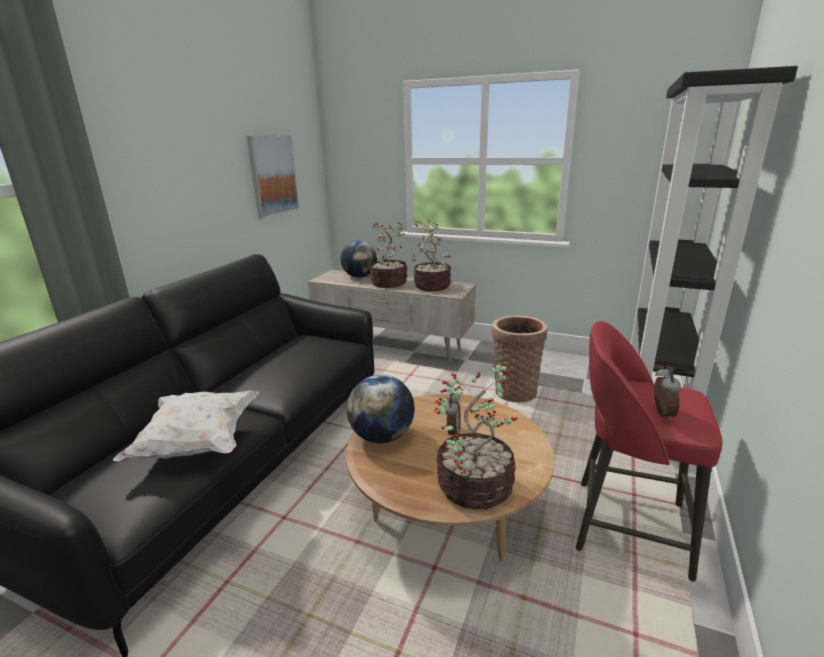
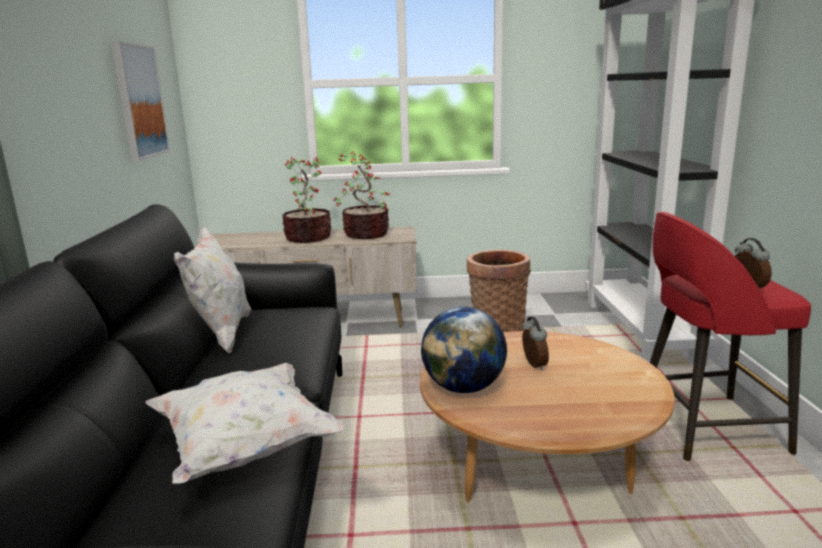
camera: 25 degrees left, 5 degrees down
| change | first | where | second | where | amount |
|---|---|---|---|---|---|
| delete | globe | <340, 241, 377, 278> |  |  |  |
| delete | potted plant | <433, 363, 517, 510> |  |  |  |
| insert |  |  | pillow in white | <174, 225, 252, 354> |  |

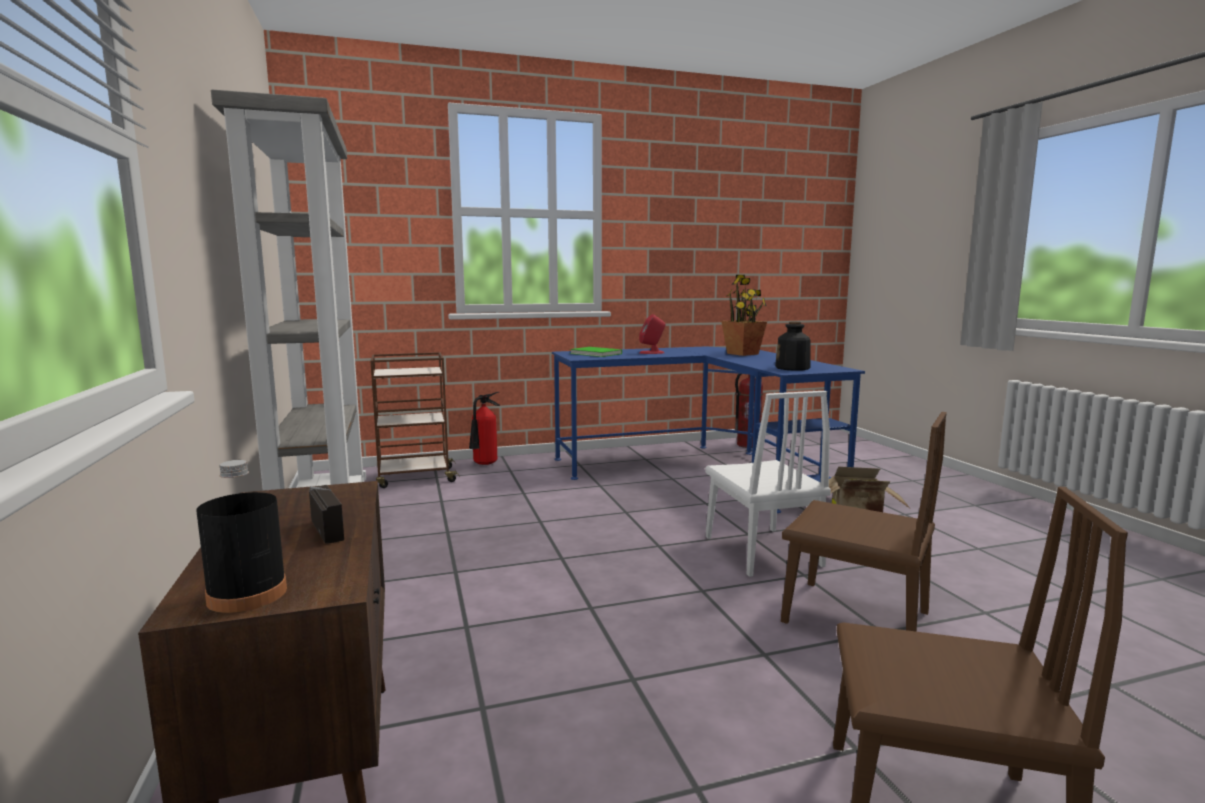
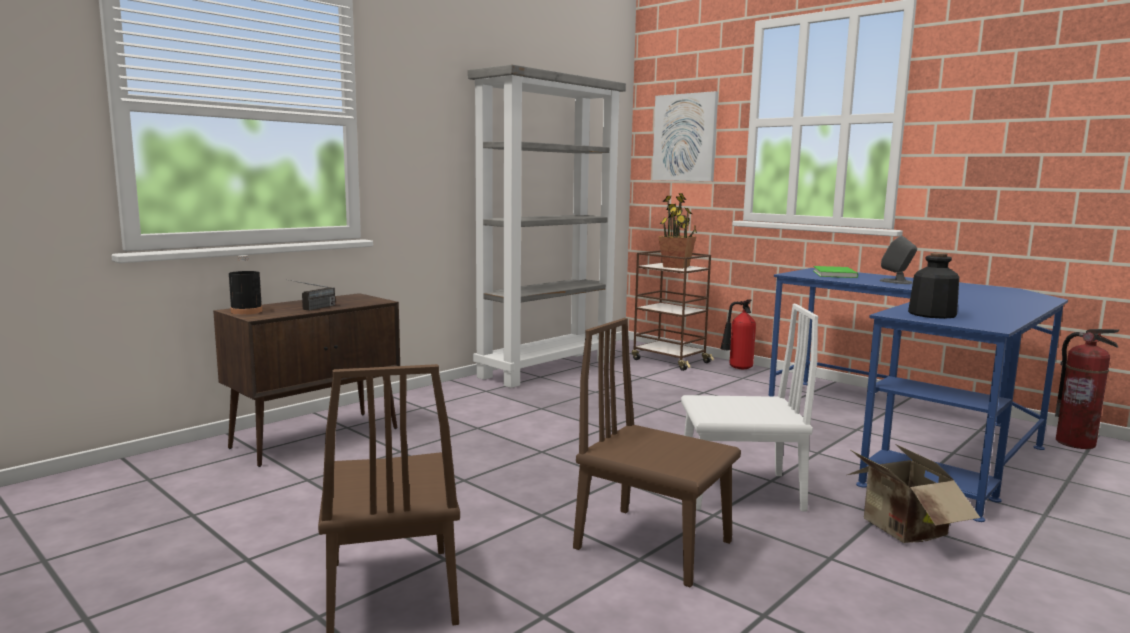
camera: 60 degrees right, 0 degrees up
| change | first | where | second | where | amount |
|---|---|---|---|---|---|
| insert |  |  | picture | <652, 91, 718, 181> |  |
| move | potted plant | <721, 275, 767, 356> |  | <659, 193, 697, 269> |  |
| recolor | speaker in red | <639, 314, 665, 354> | speaker in grey | <880, 236, 917, 284> |  |
| rotate | chair in white | <705, 391, 831, 577> |  | <681, 304, 819, 511> | 135 degrees counterclockwise |
| rotate | chair in brown | <781, 412, 947, 632> |  | <573, 318, 741, 587> | 120 degrees clockwise |

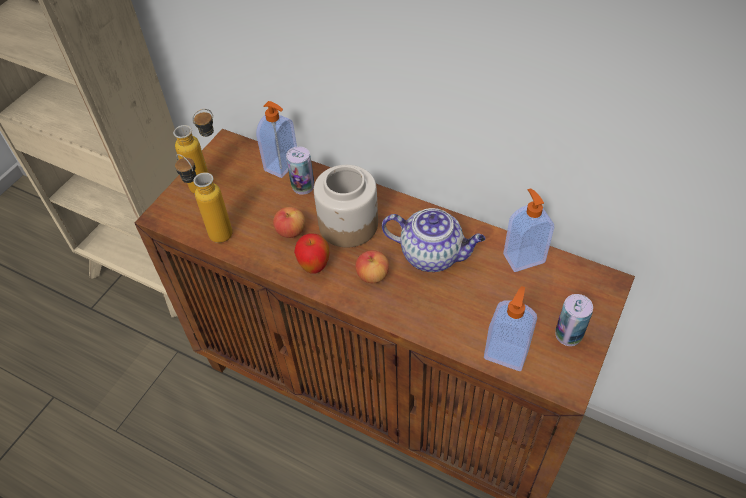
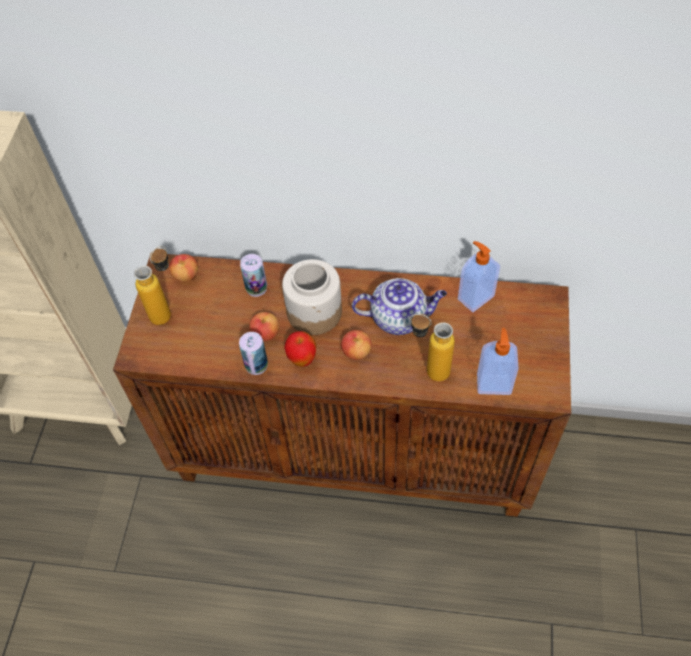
camera: 20 degrees left, 5 degrees up
| change | first | where | second | where | amount |
|---|---|---|---|---|---|
| delete | soap dispenser | <256, 101, 297, 178> |  |  |  |
| insert |  |  | apple | <169, 254, 198, 282> |  |
| move | bottle | <175, 154, 233, 243> |  | <410, 314, 455, 382> |  |
| move | can | <555, 294, 593, 346> |  | <239, 332, 268, 375> |  |

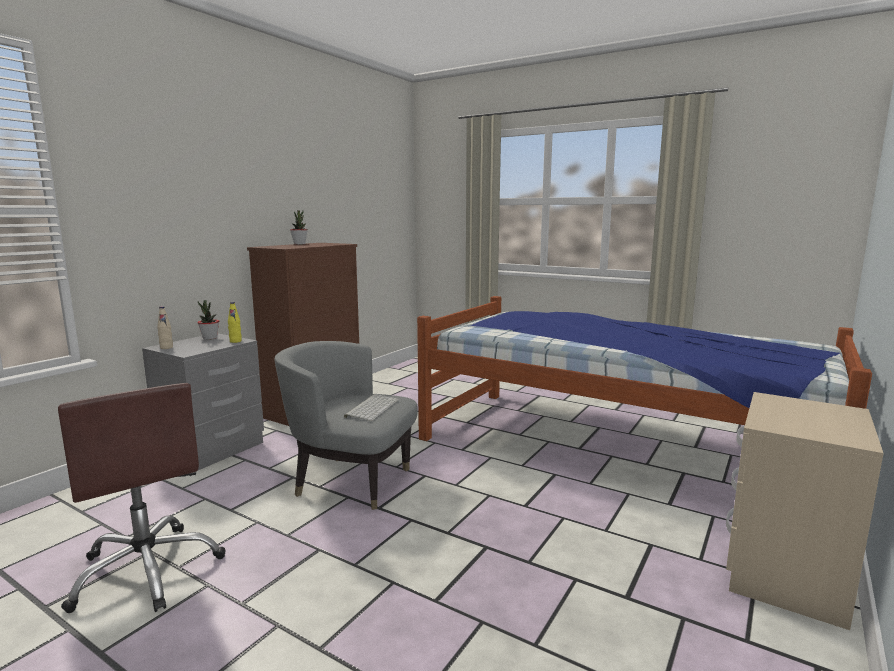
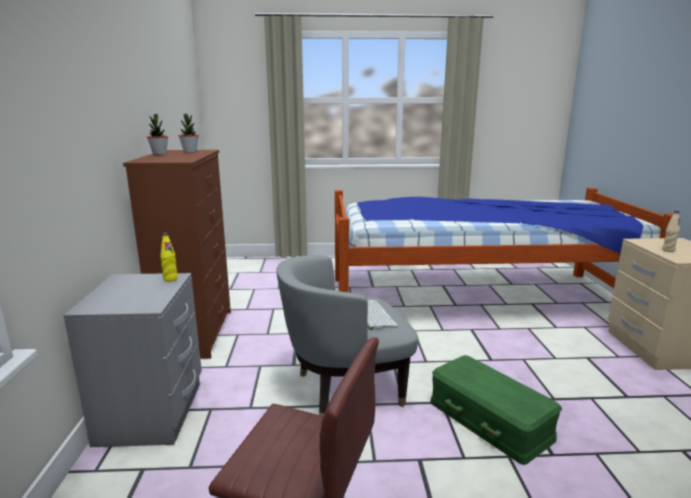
camera: 35 degrees left, 5 degrees up
| change | first | where | second | where | amount |
|---|---|---|---|---|---|
| insert |  |  | storage box in green | <430, 355, 562, 465> |  |
| move | bottle in beige | <157, 306, 173, 349> |  | <662, 211, 680, 252> |  |
| move | potted plant | <197, 300, 219, 340> |  | <178, 113, 199, 153> |  |

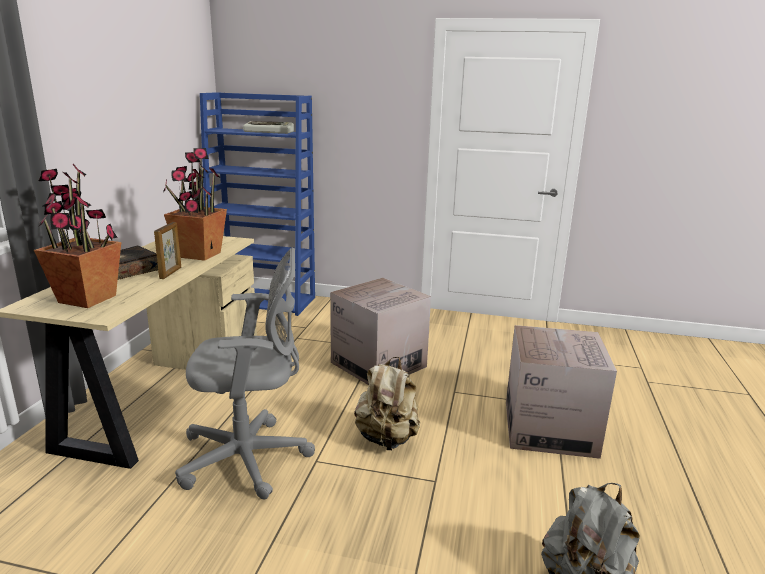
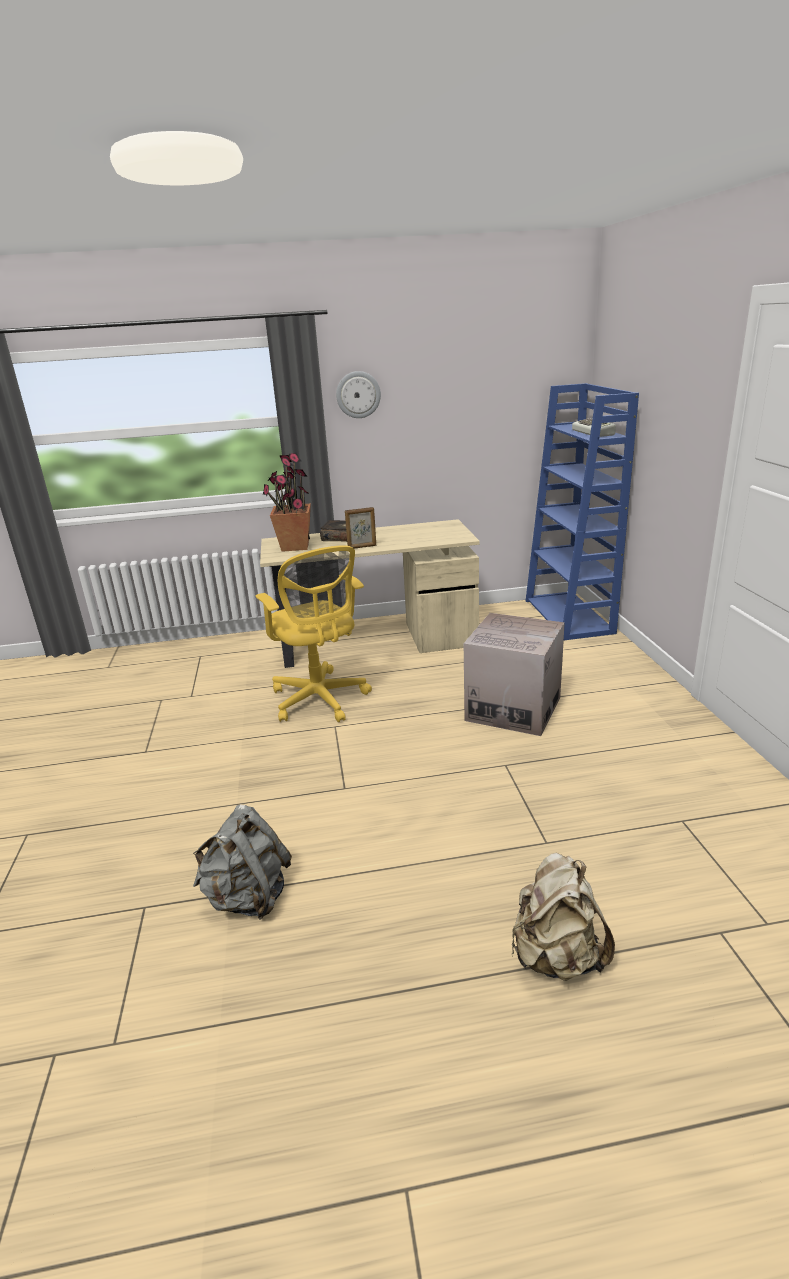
camera: 70 degrees right, 5 degrees up
| change | first | where | second | where | amount |
|---|---|---|---|---|---|
| delete | potted plant | <163, 148, 227, 261> |  |  |  |
| delete | cardboard box | <506, 325, 617, 459> |  |  |  |
| insert |  |  | wall clock | <336, 371, 381, 418> |  |
| move | backpack in beige | <354, 357, 420, 450> |  | <511, 853, 615, 981> |  |
| recolor | office chair in grey | <175, 248, 315, 499> | office chair in yellow | <255, 545, 372, 722> |  |

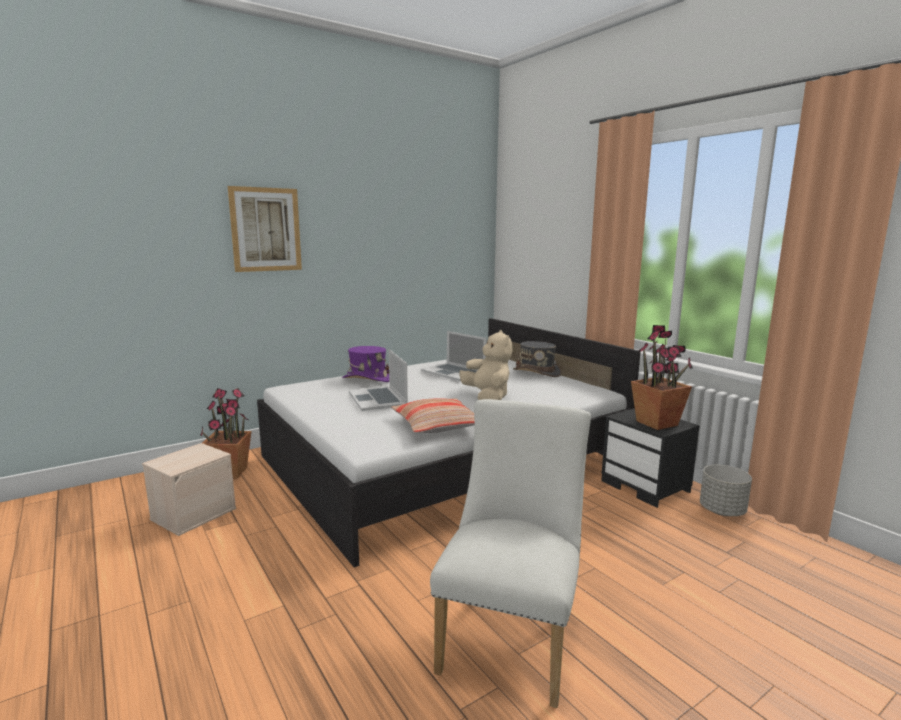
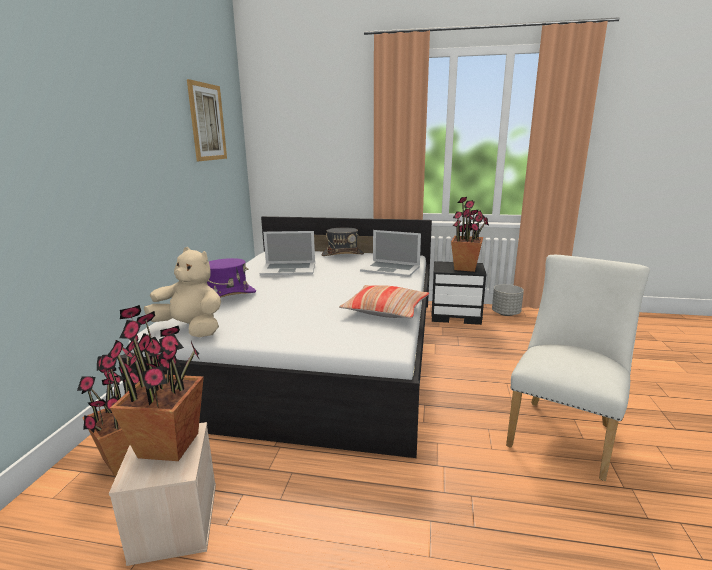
camera: 45 degrees left, 5 degrees up
| change | first | where | second | where | amount |
|---|---|---|---|---|---|
| insert |  |  | potted plant | <107, 305, 204, 461> |  |
| move | picture | <228, 186, 302, 272> |  | <187, 79, 227, 161> |  |
| move | laptop | <349, 349, 408, 411> |  | <360, 230, 421, 277> |  |
| move | plush toy in beige | <459, 330, 512, 400> |  | <144, 247, 221, 337> |  |
| rotate | chair in white | <430, 399, 591, 708> |  | <506, 255, 650, 481> | 60 degrees clockwise |

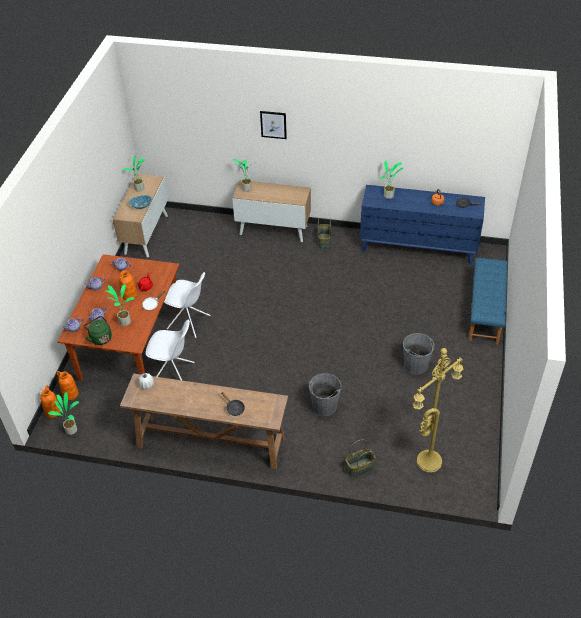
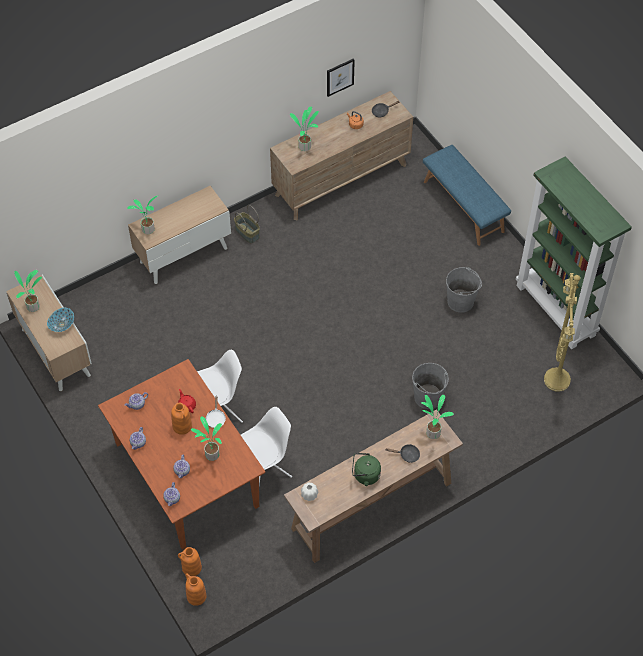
camera: 45 degrees left, 10 degrees up
| change | first | where | second | where | amount |
|---|---|---|---|---|---|
| delete | basket | <345, 439, 376, 477> |  |  |  |
| insert |  |  | bookcase in green | <516, 157, 632, 349> |  |
| move | potted plant | <48, 392, 79, 435> |  | <421, 395, 454, 439> |  |
| move | kettle in green | <84, 316, 112, 345> |  | <352, 453, 381, 486> |  |
| move | picture | <260, 111, 287, 139> |  | <327, 58, 355, 97> |  |
| recolor | dresser in blue | <360, 185, 485, 265> | dresser in brown | <270, 91, 413, 220> |  |

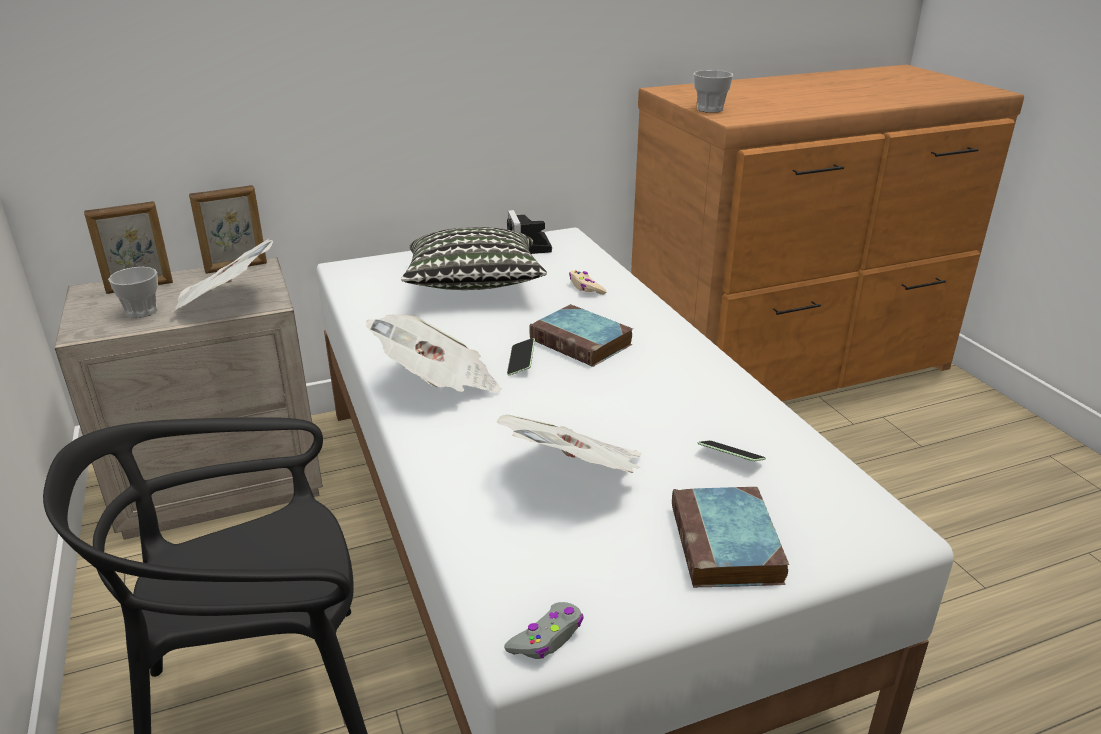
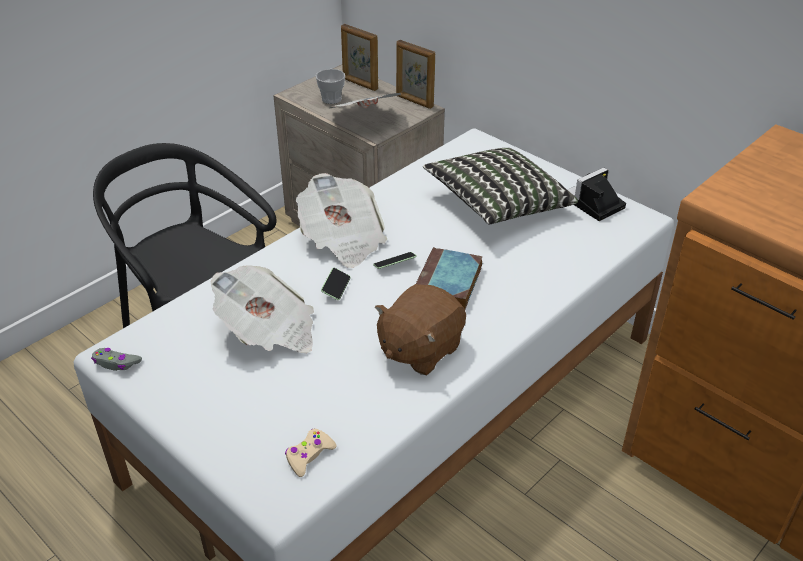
camera: 65 degrees right, 10 degrees up
| change | first | where | second | where | amount |
|---|---|---|---|---|---|
| delete | book | <672, 487, 789, 588> |  |  |  |
| delete | cup | <693, 70, 733, 113> |  |  |  |
| insert |  |  | plush toy in brown | <375, 284, 466, 375> |  |
| move | game controller in beige | <569, 271, 607, 295> |  | <285, 429, 336, 477> |  |
| move | phone | <698, 440, 766, 461> |  | <321, 268, 351, 300> |  |

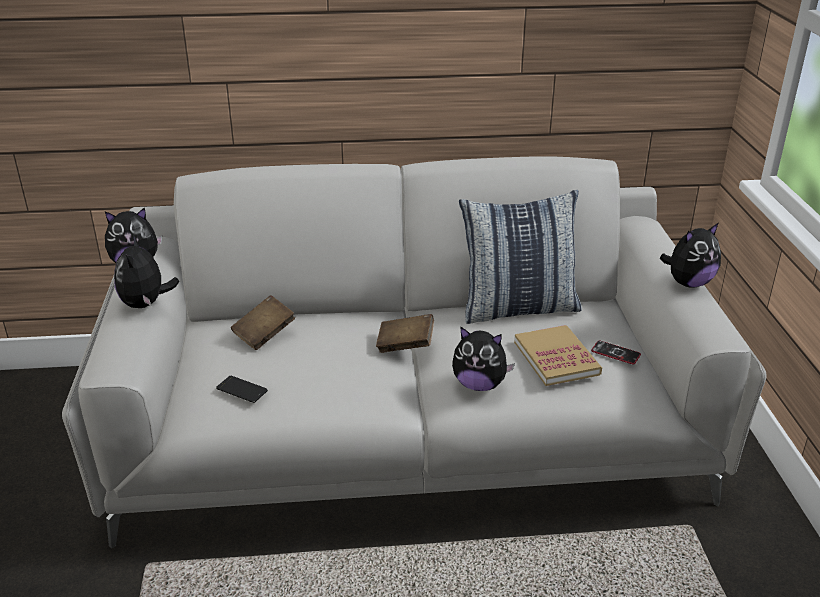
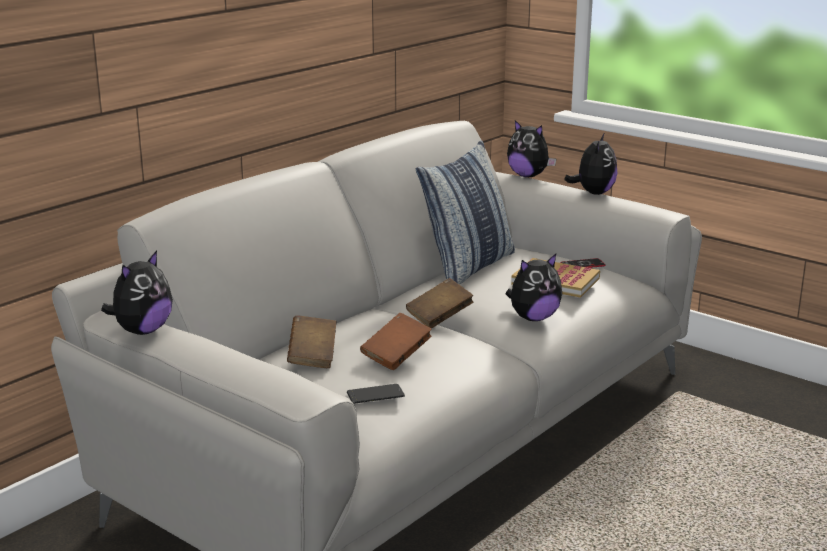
camera: 45 degrees left, 10 degrees down
| change | first | where | second | where | amount |
|---|---|---|---|---|---|
| insert |  |  | book in brown | <360, 313, 432, 370> |  |
| move | plush toy | <114, 235, 179, 308> |  | <507, 120, 556, 177> |  |

